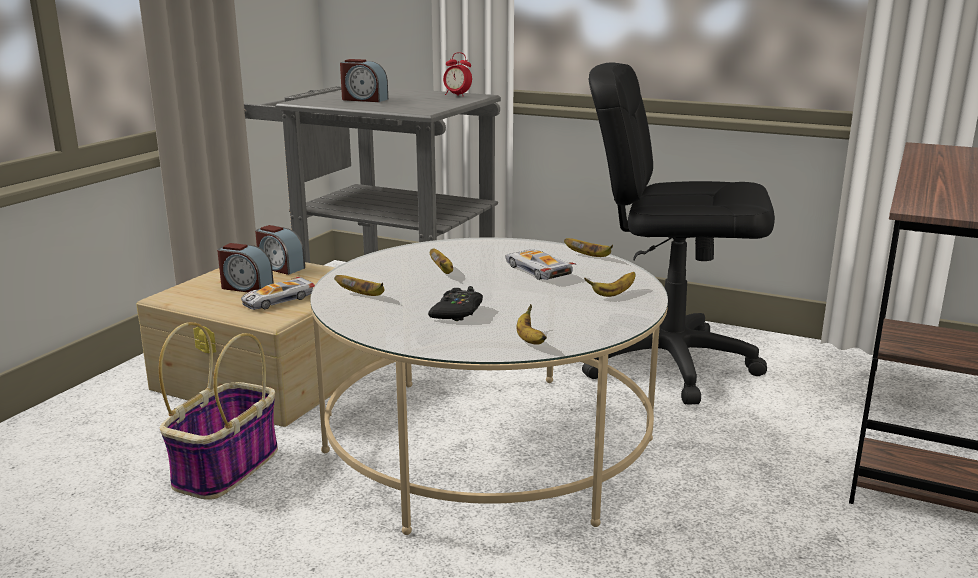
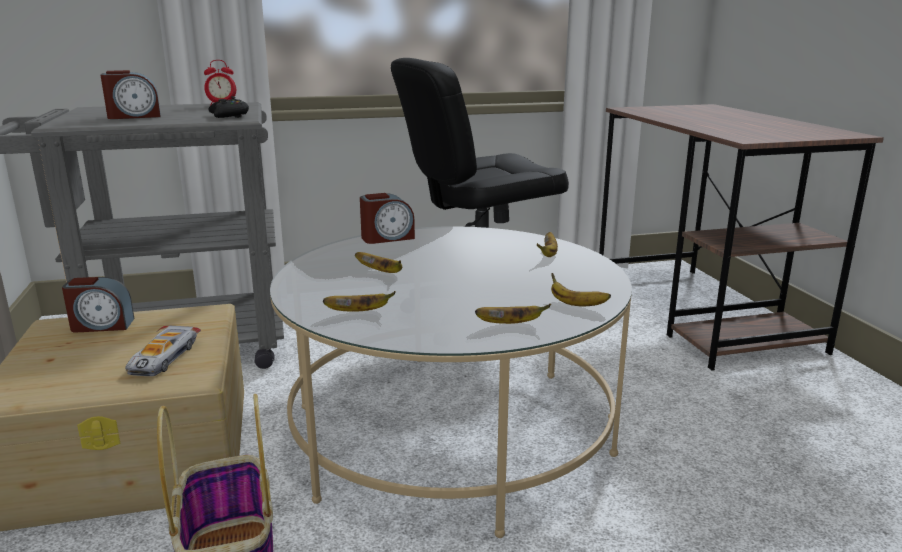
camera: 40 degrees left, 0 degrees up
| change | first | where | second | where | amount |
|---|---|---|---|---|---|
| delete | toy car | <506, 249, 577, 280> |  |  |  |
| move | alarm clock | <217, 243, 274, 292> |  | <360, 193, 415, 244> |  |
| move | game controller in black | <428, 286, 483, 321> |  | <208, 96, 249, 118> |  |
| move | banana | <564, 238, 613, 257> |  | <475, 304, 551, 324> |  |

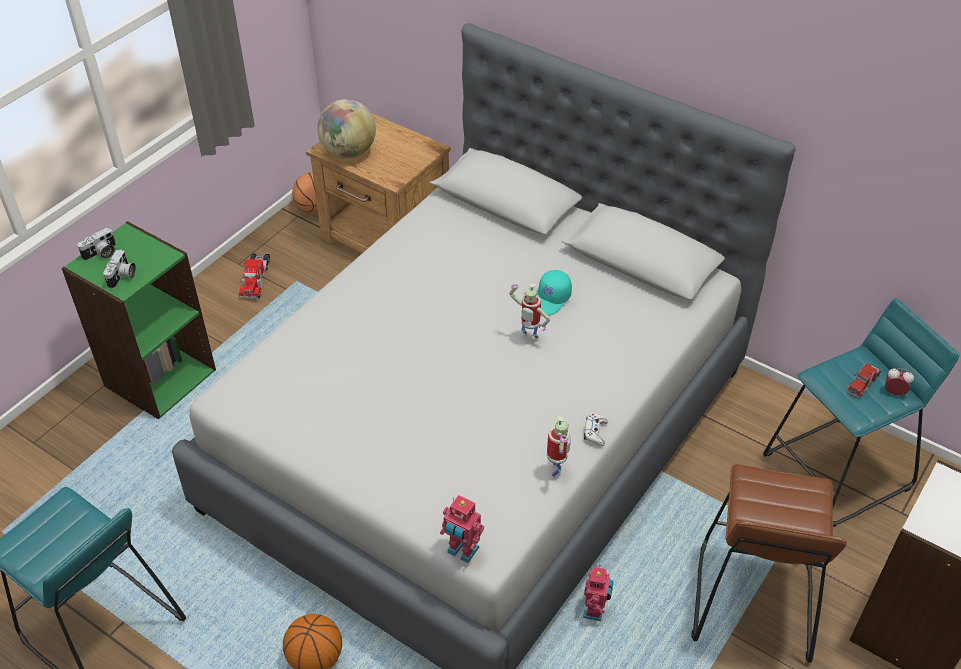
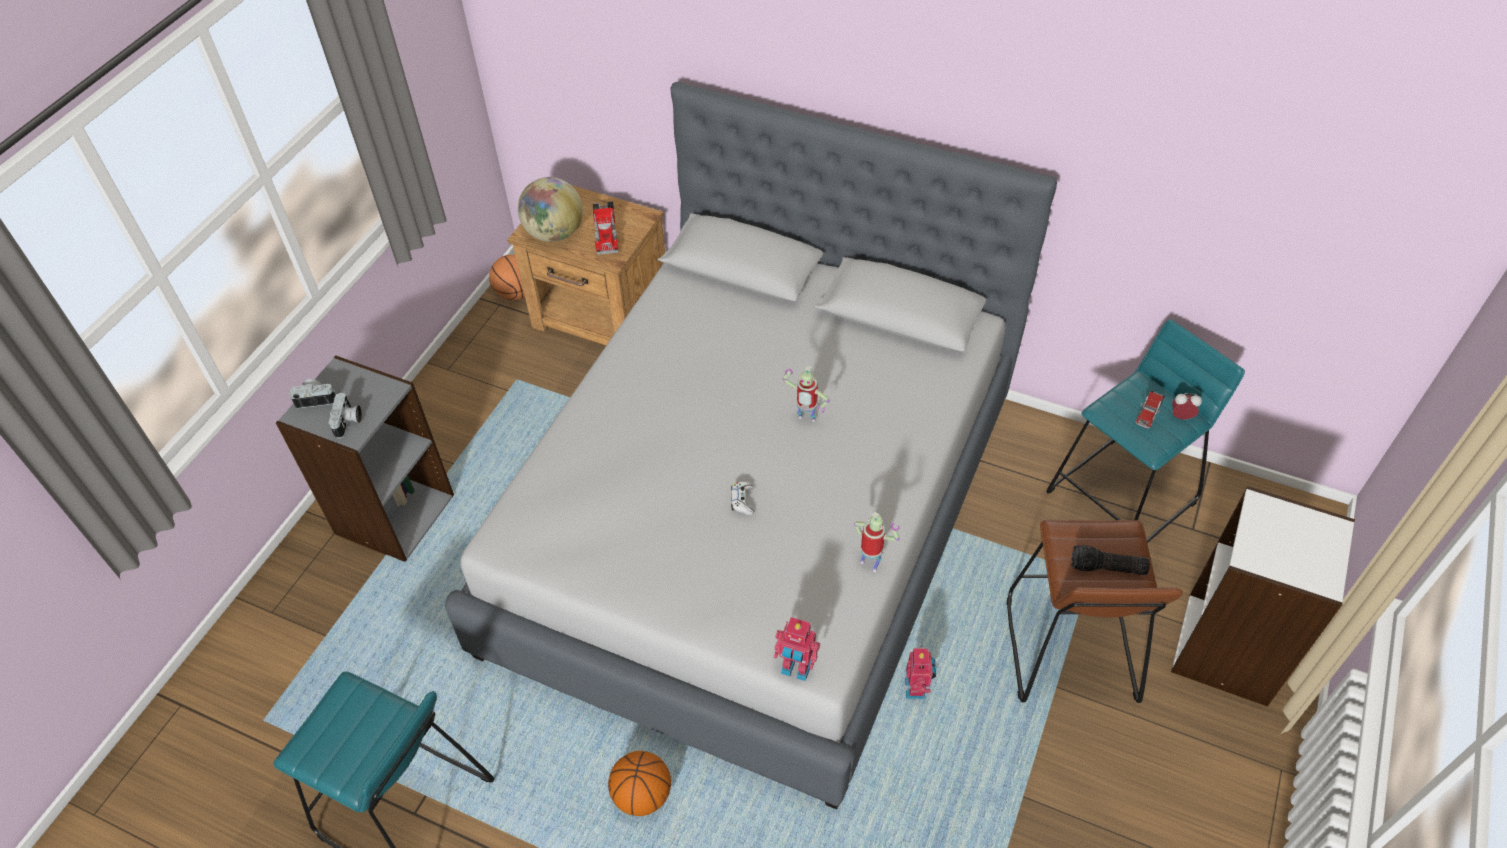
camera: 10 degrees left, 5 degrees up
| change | first | where | second | where | amount |
|---|---|---|---|---|---|
| delete | cap in turquoise | <537, 270, 572, 315> |  |  |  |
| insert |  |  | flashlight | <1071, 545, 1150, 575> |  |
| move | toy truck | <239, 253, 270, 300> |  | <593, 201, 618, 255> |  |
| move | game controller in white | <584, 414, 608, 447> |  | <731, 481, 754, 515> |  |
| recolor | bookcase in green | <61, 221, 216, 419> | bookcase in grey | <276, 355, 454, 562> |  |
| rotate | photo camera | <77, 227, 116, 261> |  | <289, 379, 335, 409> | 135 degrees counterclockwise |
| rotate | toy robot | <547, 416, 571, 479> |  | <854, 512, 900, 572> | 45 degrees counterclockwise |

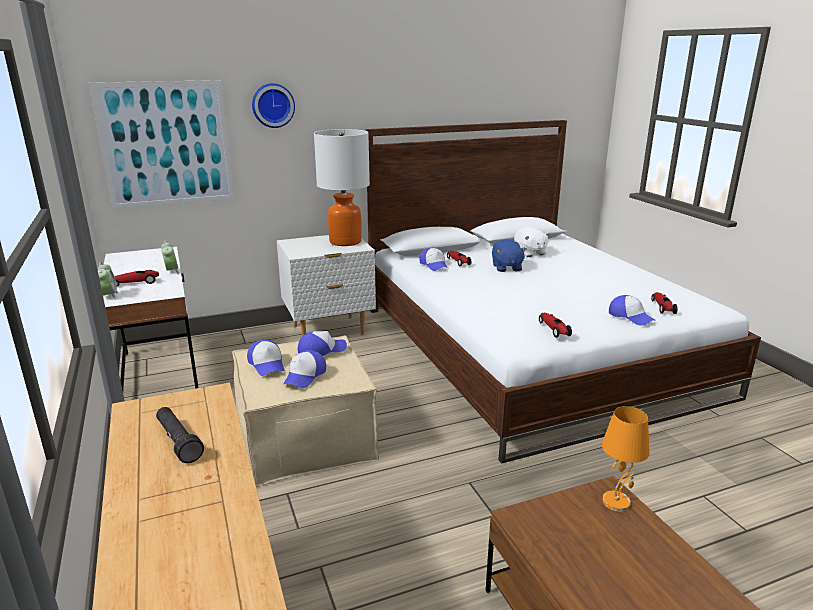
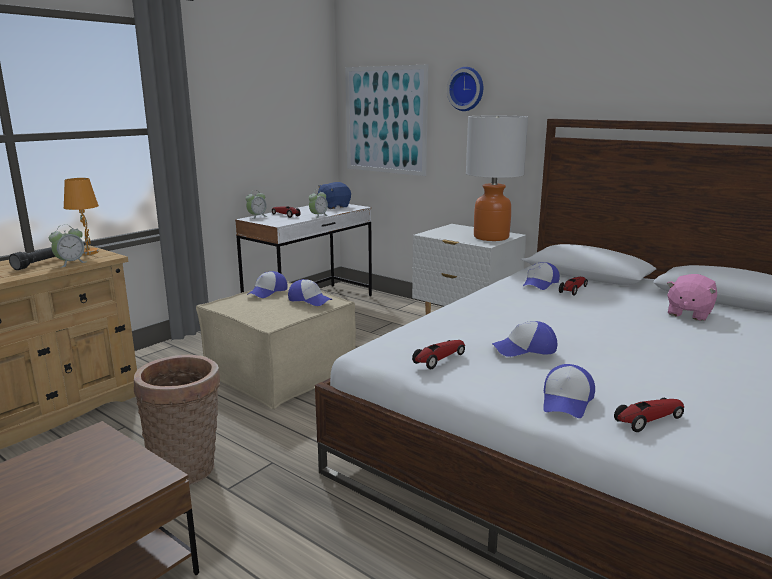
camera: 60 degrees right, 5 degrees down
| change | first | where | second | where | amount |
|---|---|---|---|---|---|
| insert |  |  | alarm clock | <49, 225, 86, 267> |  |
| insert |  |  | basket | <134, 355, 220, 485> |  |
| move | cap | <283, 350, 326, 388> |  | <492, 321, 557, 357> |  |
| move | plush toy in blue | <492, 239, 527, 272> |  | <318, 182, 351, 209> |  |
| move | table lamp in orange | <602, 406, 649, 512> |  | <64, 178, 99, 255> |  |
| recolor | plush toy in white | <514, 227, 550, 257> | plush toy in pink | <666, 274, 717, 321> |  |

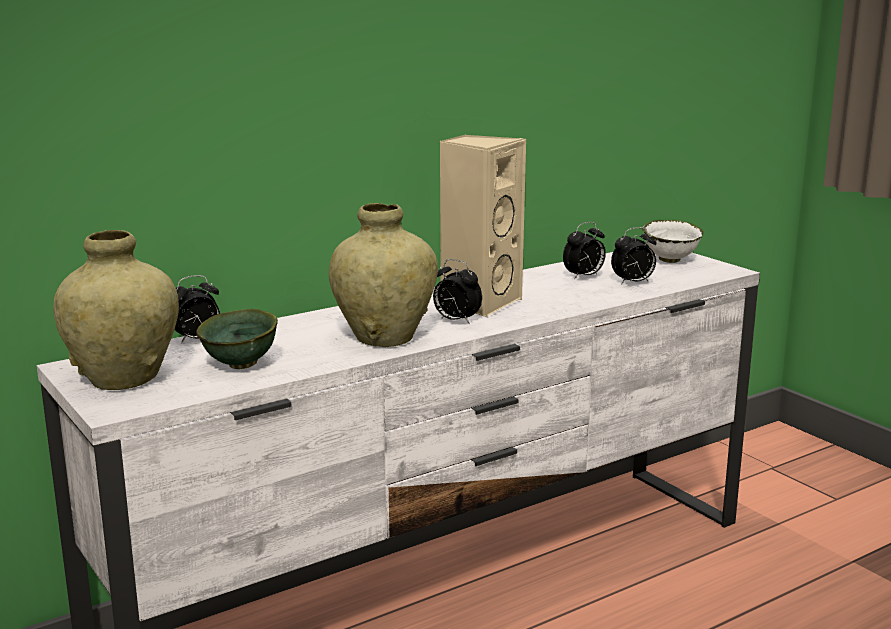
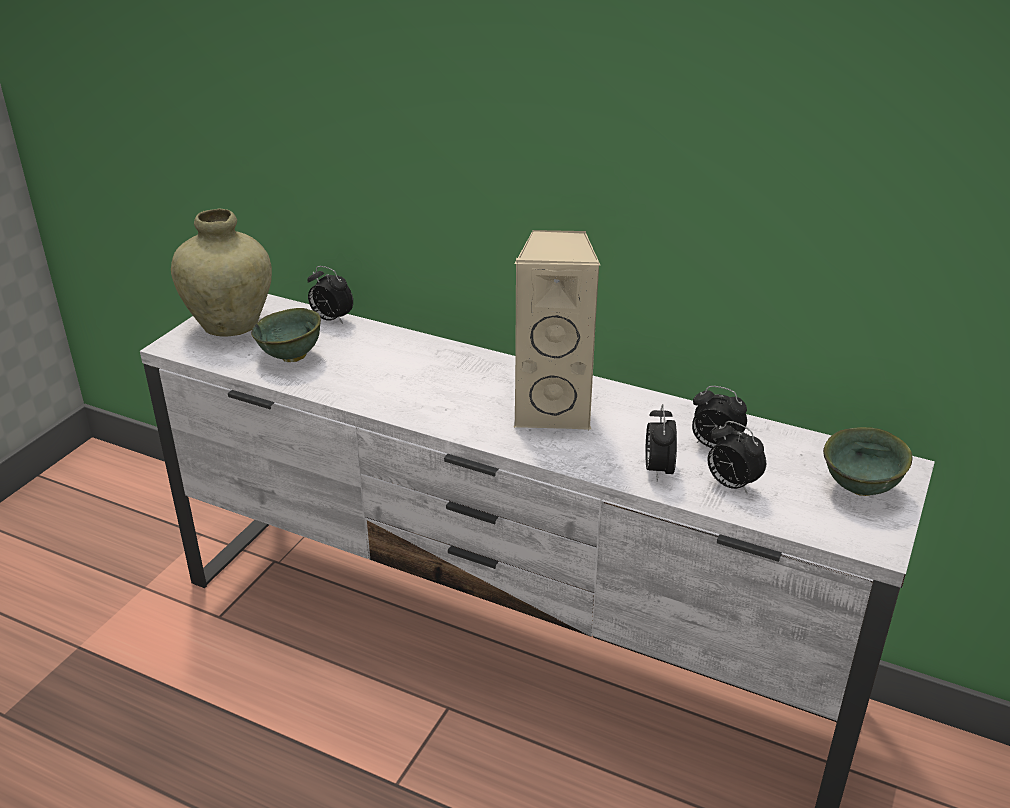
camera: 60 degrees right, 15 degrees up
| change | first | where | second | where | amount |
|---|---|---|---|---|---|
| delete | vase in beige | <329, 203, 438, 347> |  |  |  |
| move | alarm clock | <433, 259, 482, 325> |  | <645, 404, 677, 482> |  |
| recolor | bowl in white | <643, 220, 703, 263> | bowl in green | <823, 427, 913, 496> |  |

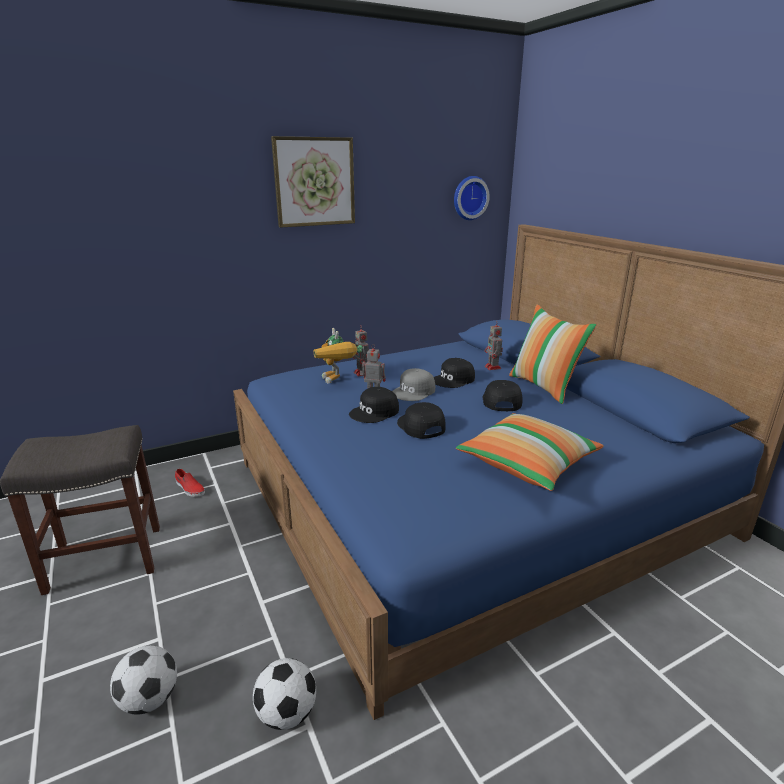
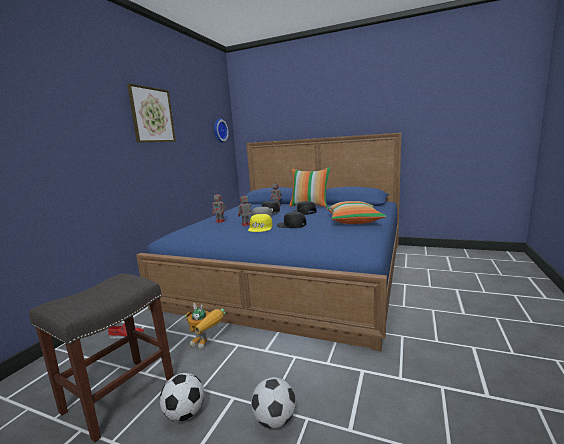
camera: 40 degrees left, 10 degrees down
| change | first | where | second | where | amount |
|---|---|---|---|---|---|
| move | football | <253, 658, 316, 730> |  | <160, 373, 204, 421> |  |
| move | toy robot | <314, 328, 363, 383> |  | <184, 303, 226, 349> |  |
| recolor | cap in black | <349, 387, 399, 423> | cap in yellow | <248, 214, 273, 232> |  |

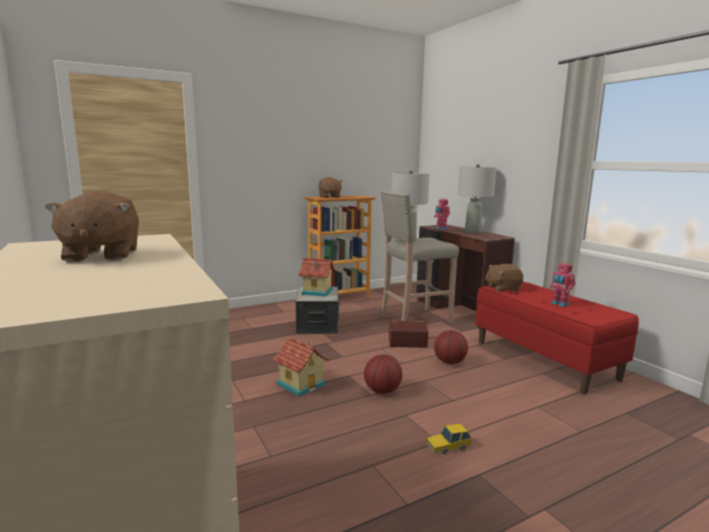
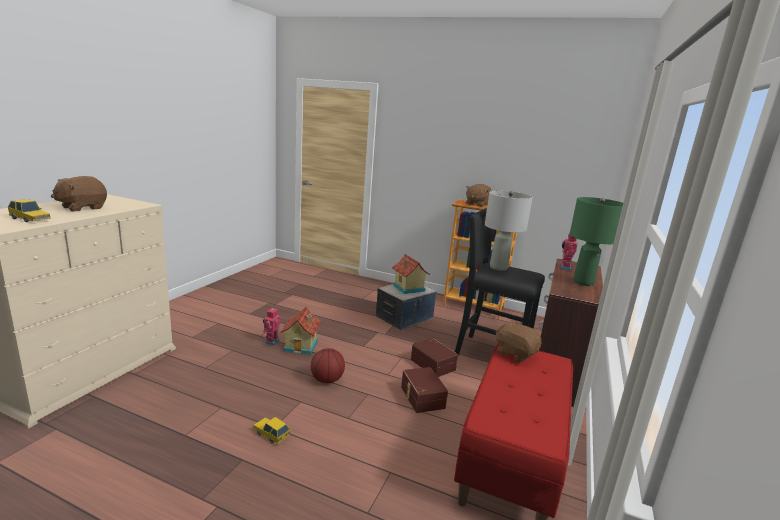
camera: 50 degrees right, 5 degrees up
| change | first | where | second | where | amount |
|---|---|---|---|---|---|
| insert |  |  | toy car | <8, 199, 50, 222> |  |
| move | toy robot | <550, 262, 575, 307> |  | <263, 308, 280, 345> |  |
| replace | basketball | <434, 330, 468, 364> | storage box in brown | <401, 367, 448, 413> |  |
| recolor | stool in beige | <381, 191, 459, 323> | stool in black | <455, 208, 545, 355> |  |
| recolor | table lamp in grey | <458, 164, 496, 233> | table lamp in green | <570, 197, 623, 286> |  |

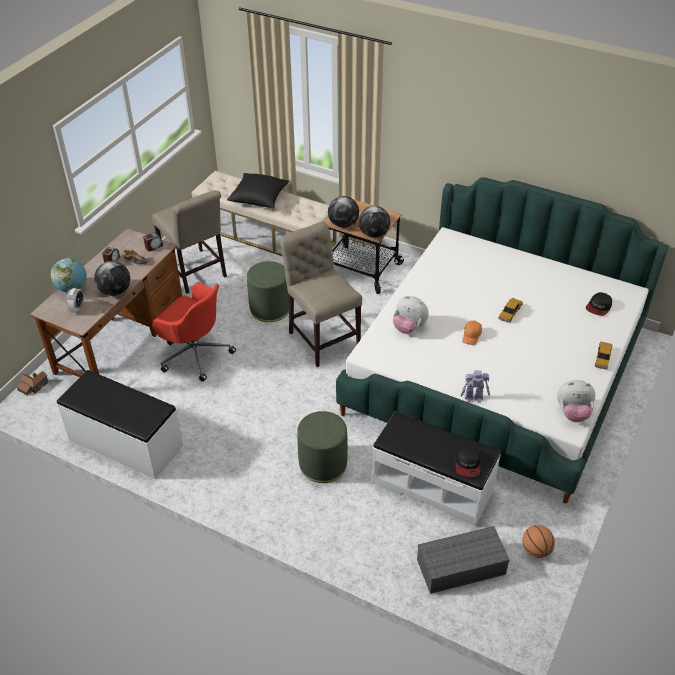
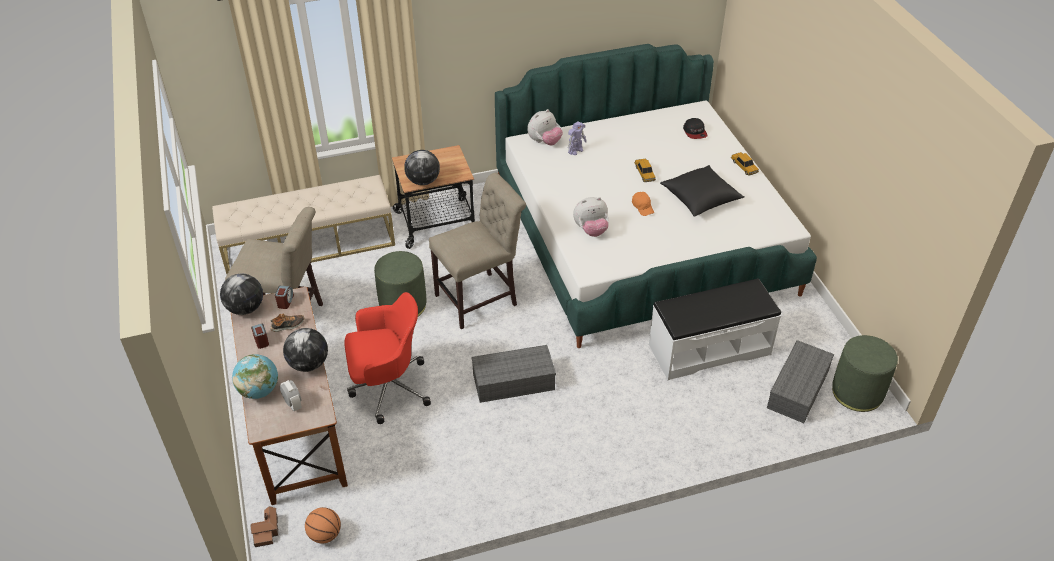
camera: 45 degrees left, 0 degrees up
| change | first | where | second | where | amount |
|---|---|---|---|---|---|
| delete | bench in white | <57, 370, 183, 479> |  |  |  |
| delete | cap | <455, 446, 481, 477> |  |  |  |
| insert |  |  | storage box in grey | <471, 345, 556, 403> |  |
| move | pillow in black | <227, 173, 290, 208> |  | <660, 165, 744, 217> |  |
| move | ottoman in green | <297, 411, 348, 483> |  | <832, 335, 898, 412> |  |
| move | globe | <359, 206, 390, 238> |  | <220, 273, 263, 315> |  |
| move | toy robot | <460, 370, 490, 403> |  | <568, 121, 586, 156> |  |
| move | basketball | <522, 525, 555, 558> |  | <305, 507, 341, 544> |  |
| move | plush toy | <557, 380, 595, 422> |  | <527, 109, 563, 145> |  |
| rotate | chair in beige | <279, 222, 362, 367> |  | <429, 173, 526, 329> | 135 degrees clockwise |

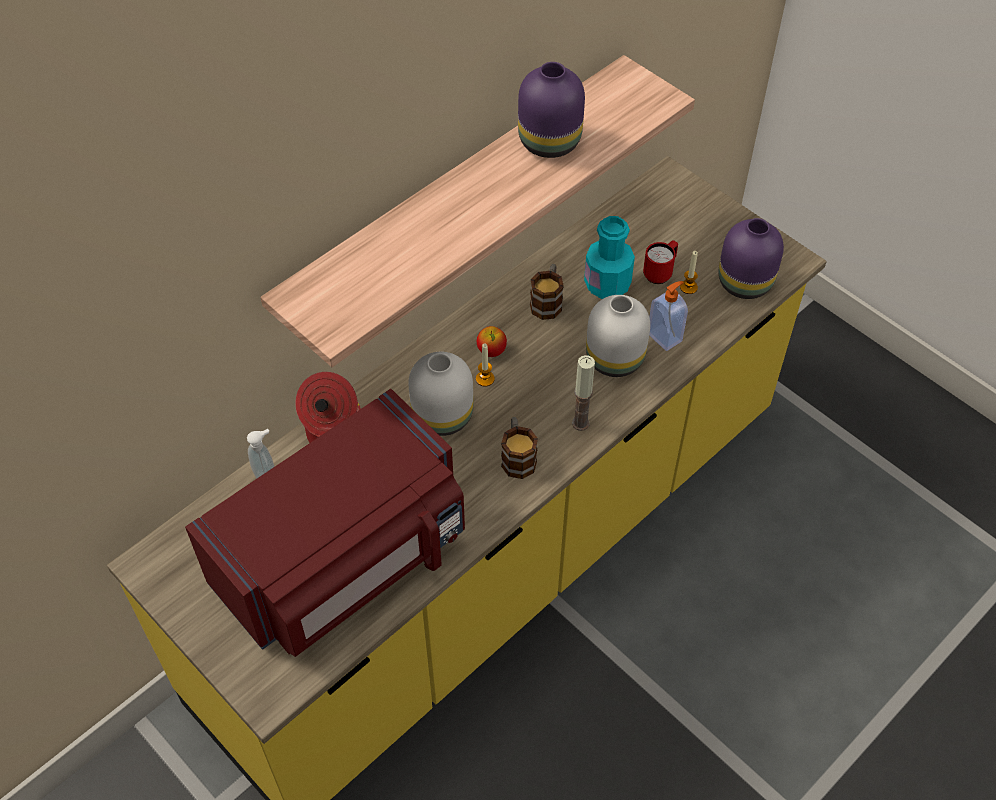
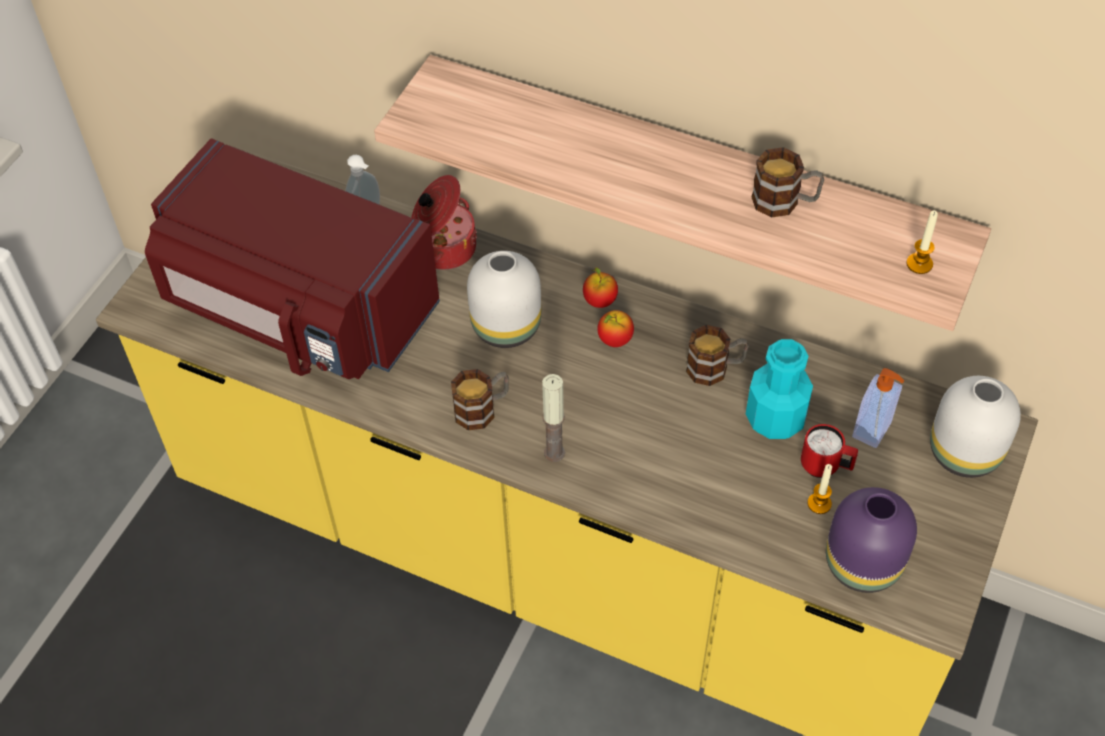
camera: 70 degrees right, 0 degrees up
| change | first | where | second | where | amount |
|---|---|---|---|---|---|
| insert |  |  | apple | <583, 267, 618, 308> |  |
| move | candle | <476, 343, 495, 387> |  | <906, 211, 938, 274> |  |
| move | vase in white | <586, 295, 650, 377> |  | <930, 376, 1021, 478> |  |
| move | soap dispenser | <649, 281, 688, 351> |  | <852, 368, 904, 448> |  |
| replace | vase in purple | <518, 62, 585, 158> | mug | <752, 147, 824, 218> |  |

